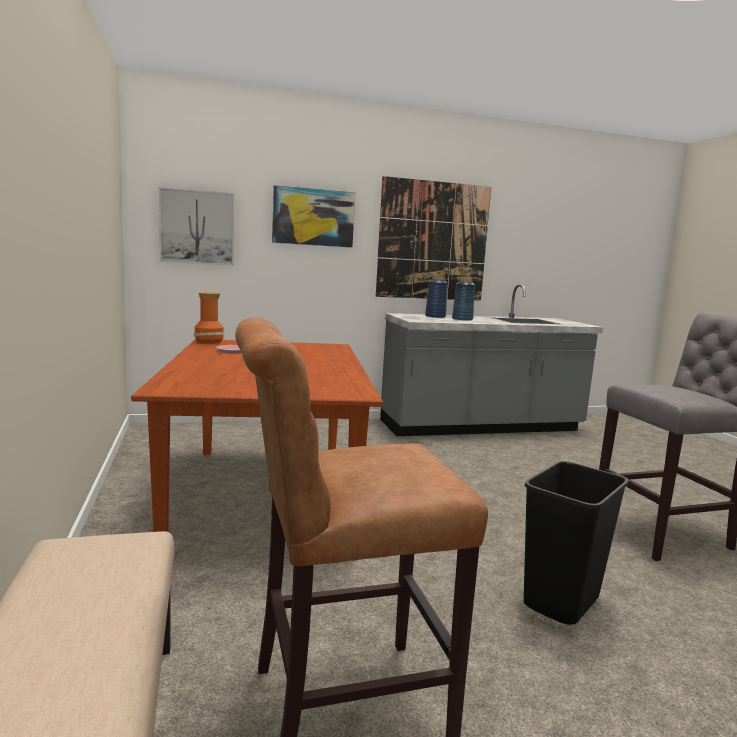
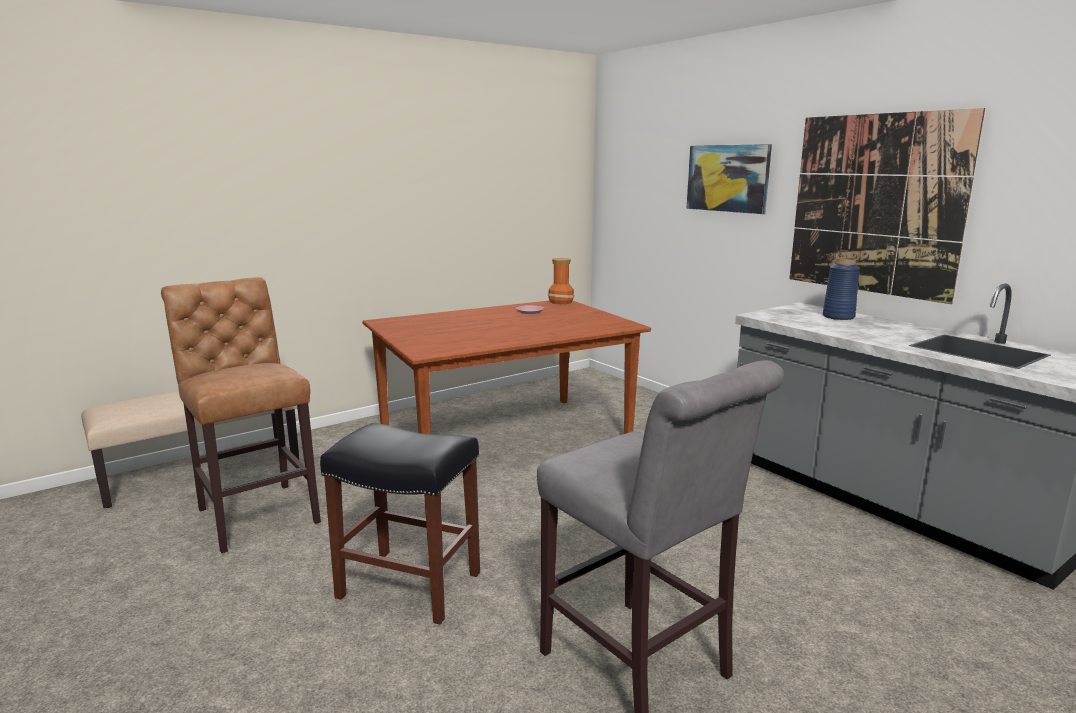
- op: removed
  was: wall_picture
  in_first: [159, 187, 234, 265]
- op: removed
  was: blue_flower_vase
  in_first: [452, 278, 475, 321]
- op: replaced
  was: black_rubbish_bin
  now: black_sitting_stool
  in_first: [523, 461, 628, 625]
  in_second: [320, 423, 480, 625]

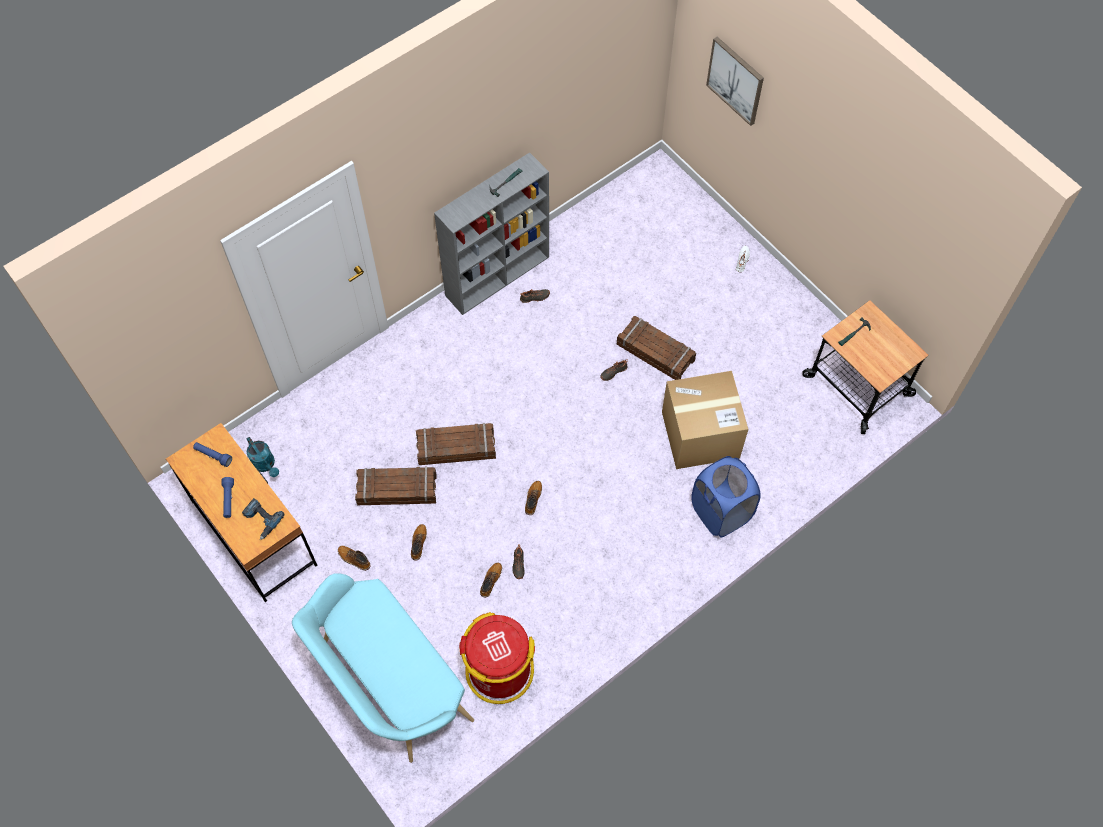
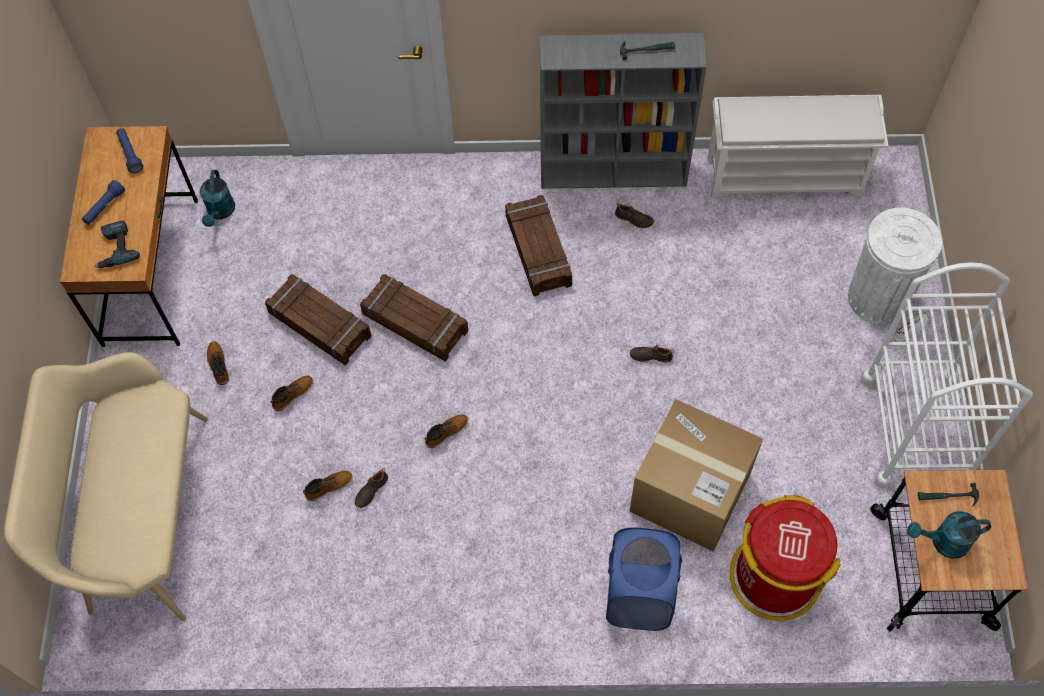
- op: recoloured
  was: turquoise_long_seat
  now: beige-coloured_long_seat
  in_first: [292, 573, 474, 763]
  in_second: [4, 352, 208, 621]
- op: moved
  was: reddish_rubbish_bin
  in_first: [459, 612, 535, 704]
  in_second: [730, 495, 841, 621]
- op: moved
  was: crate
  in_first: [617, 316, 696, 380]
  in_second: [505, 195, 572, 296]
- op: removed
  was: wall_picture
  in_first: [706, 37, 764, 126]
- op: added
  now: white-coloured_shoe_stand
  in_second: [708, 95, 888, 199]
- op: added
  now: white-coloured_rubbish_bin
  in_second: [848, 208, 942, 324]
- op: added
  now: white-coloured_trolley
  in_second: [860, 262, 1033, 488]
- op: added
  now: turquoise_watering_pot
  in_second: [907, 511, 991, 559]

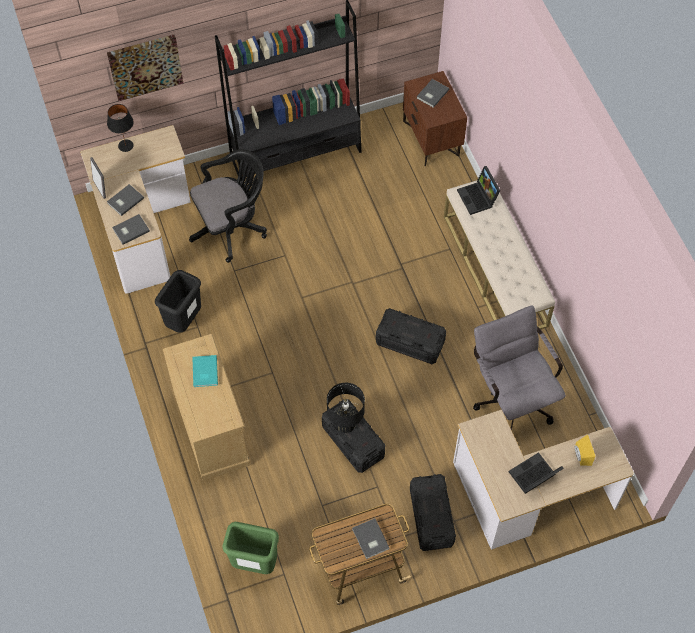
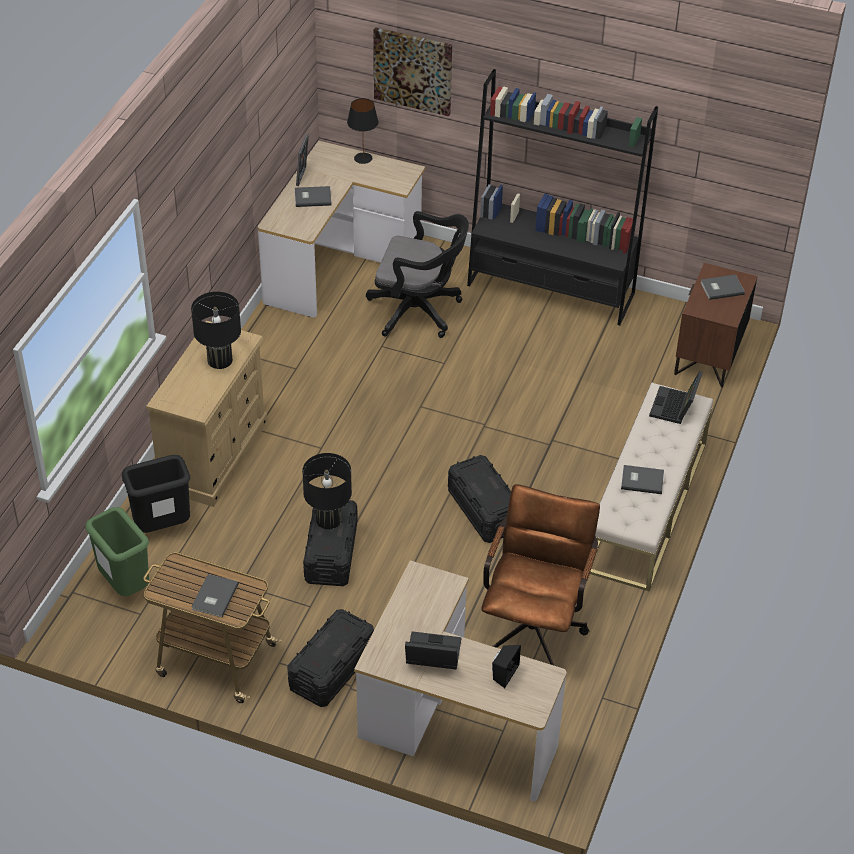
- op: moved
  was: grey_volume
  in_first: [112, 214, 150, 245]
  in_second: [621, 465, 664, 494]
- op: moved
  was: black_rubbish_bin
  in_first: [155, 270, 201, 333]
  in_second: [122, 455, 190, 533]
- op: replaced
  was: turquoise_volume
  now: black_lamp_for_a_table
  in_first: [192, 355, 218, 387]
  in_second: [191, 292, 241, 369]
- op: recoloured
  was: grey_desk_chair
  now: brown-coloured_desk_chair
  in_first: [473, 305, 566, 431]
  in_second: [482, 484, 600, 665]
- op: recoloured
  was: yellowish_speaker
  now: black_speaker
  in_first: [574, 434, 595, 466]
  in_second: [492, 645, 521, 688]

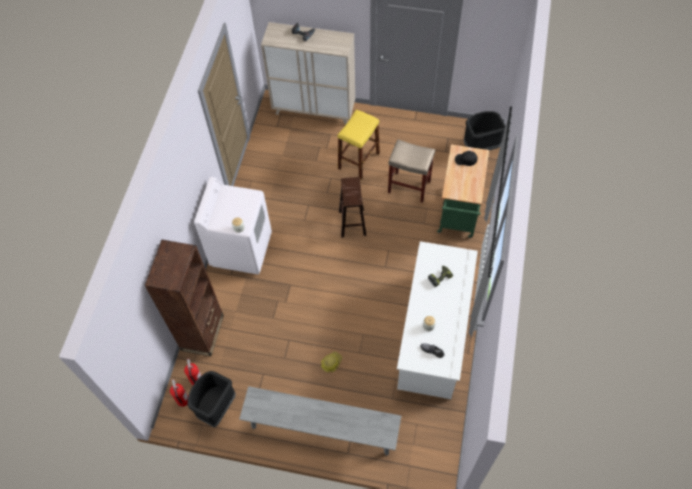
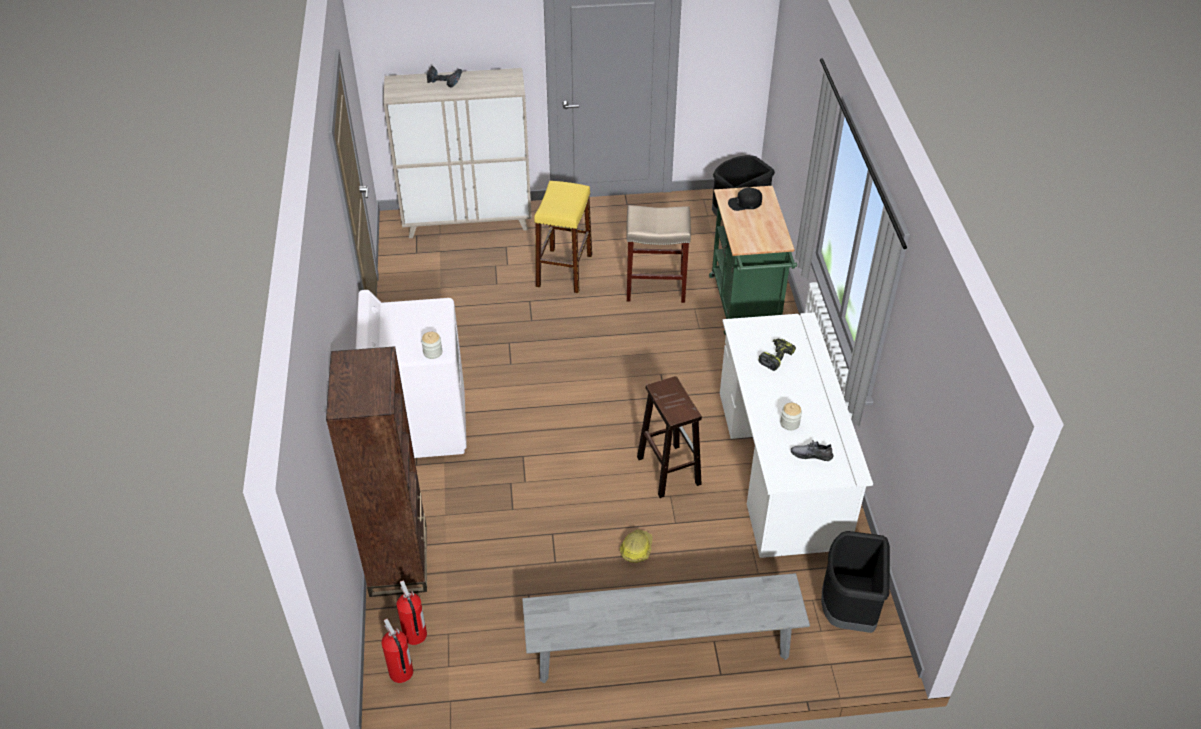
- op: moved
  was: black_rubbish_bin
  in_first: [187, 371, 236, 427]
  in_second: [821, 531, 890, 633]
- op: moved
  was: brown-coloured_sitting_stool
  in_first: [339, 177, 366, 238]
  in_second: [637, 376, 702, 498]

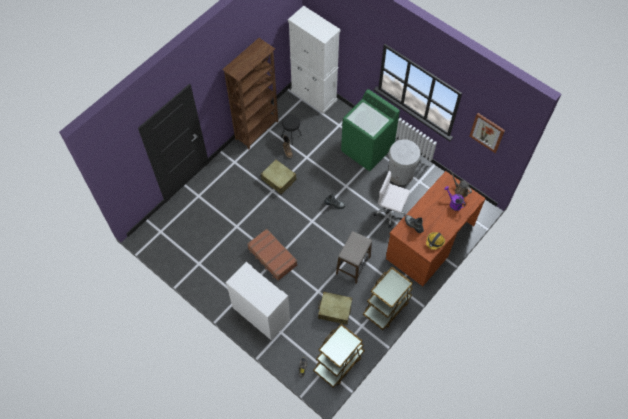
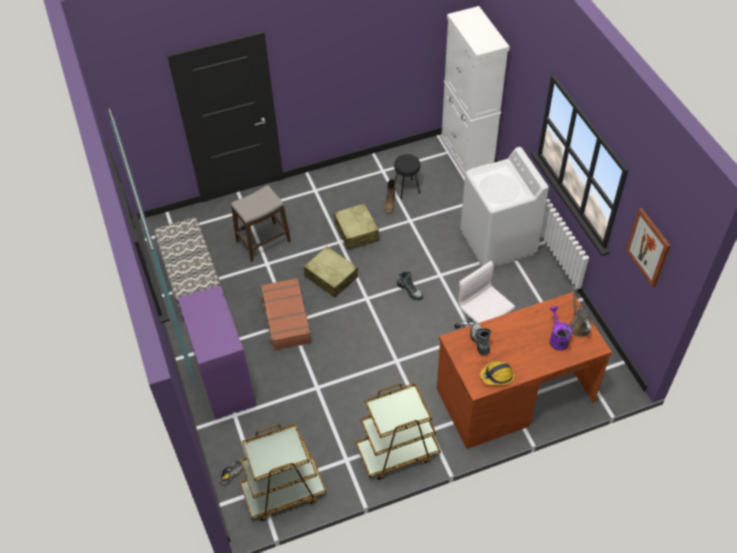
- op: removed
  was: brown-coloured_bookshelf
  in_first: [222, 38, 278, 149]
- op: recoloured
  was: white-coloured_cupboard
  now: purple_cupboard
  in_first: [226, 262, 290, 341]
  in_second: [178, 285, 256, 420]
- op: moved
  was: beige-coloured_suitcase
  in_first: [318, 291, 353, 325]
  in_second: [304, 246, 358, 298]
- op: moved
  was: sitting_stool
  in_first: [336, 231, 372, 284]
  in_second: [231, 185, 291, 262]
- op: recoloured
  was: green_laundry_machine
  now: white-coloured_laundry_machine
  in_first: [341, 89, 400, 171]
  in_second: [460, 147, 549, 268]
- op: removed
  was: white-coloured_rubbish_bin
  in_first: [388, 139, 421, 185]
- op: added
  now: long_seat
  in_second: [154, 217, 221, 315]

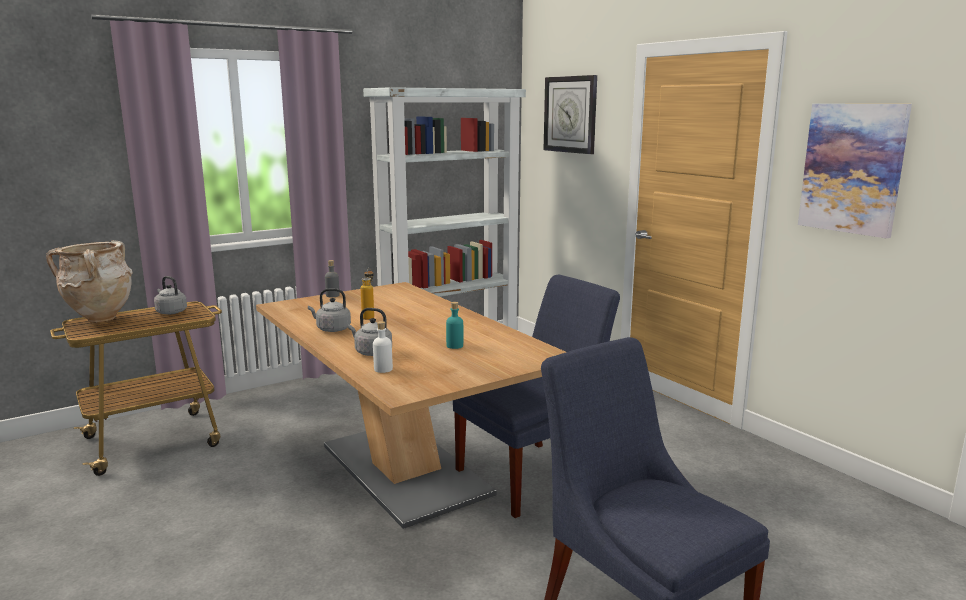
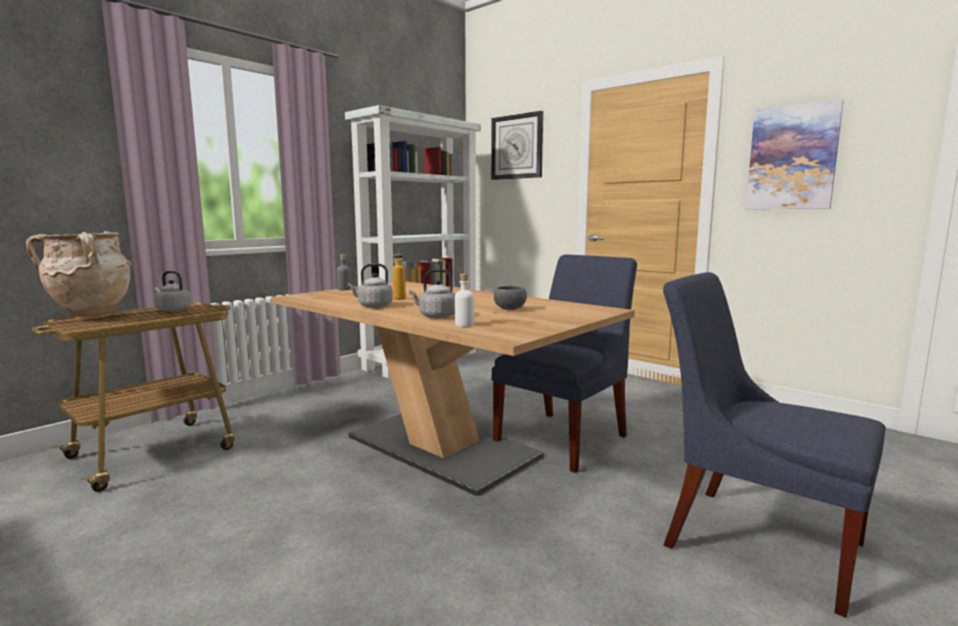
- op: replaced
  was: turquoise_beverage_bottle
  now: grey_serving_bowl
  in_first: [446, 302, 463, 349]
  in_second: [494, 286, 527, 310]

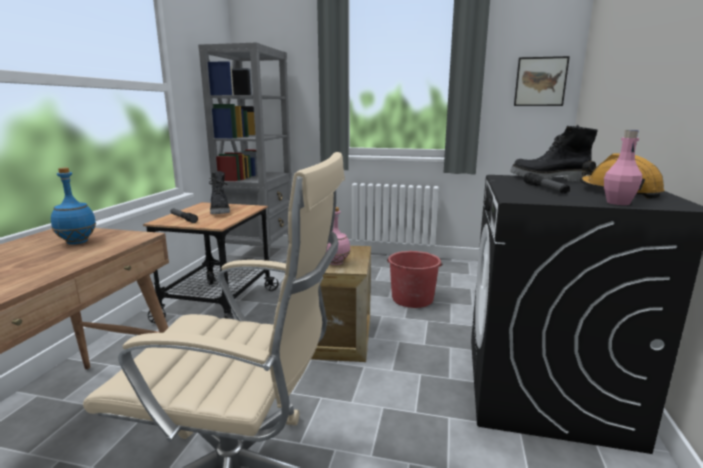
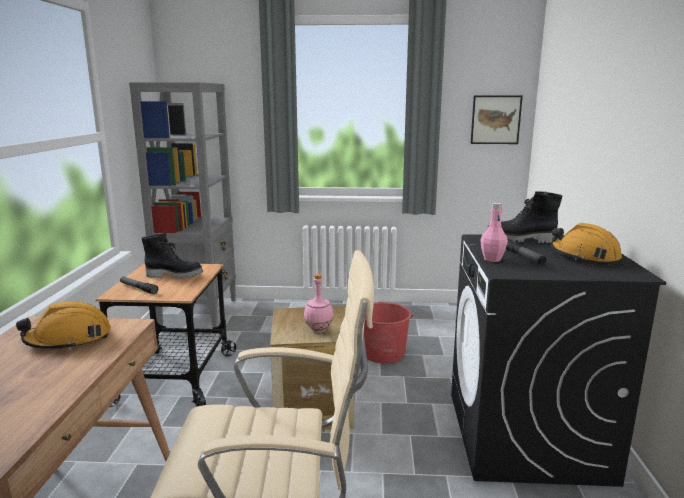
- op: replaced
  was: blue_beverage_bottle
  now: orange-coloured_hard_hat
  in_first: [51, 168, 96, 245]
  in_second: [16, 301, 111, 350]
- op: turned
  was: black_tall_boot
  in_first: [209, 171, 230, 214]
  in_second: [141, 233, 203, 279]
  clockwise: -60
- op: moved
  was: pinkish_beverage_bottle
  in_first: [604, 130, 642, 205]
  in_second: [480, 203, 508, 262]

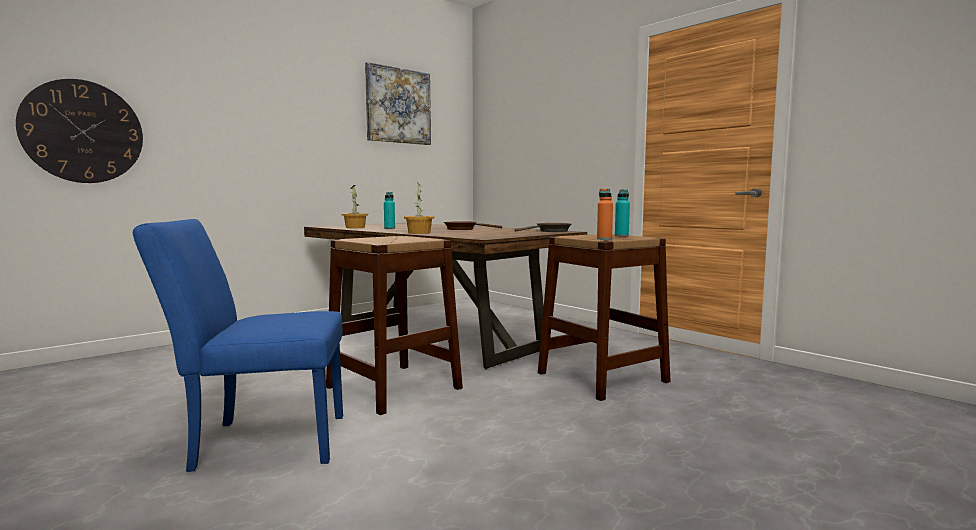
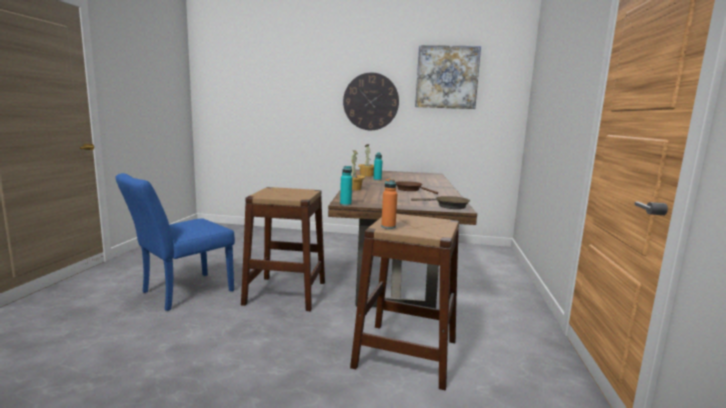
- op: moved
  was: hanging_clock
  in_first: [16, 79, 143, 183]
  in_second: [343, 73, 399, 130]
- op: turned
  was: blue_upright_chair
  in_first: [133, 219, 343, 472]
  in_second: [116, 173, 235, 311]
  clockwise: -90
- op: moved
  was: turquoise_beverage_bottle
  in_first: [615, 189, 630, 236]
  in_second: [340, 166, 352, 206]

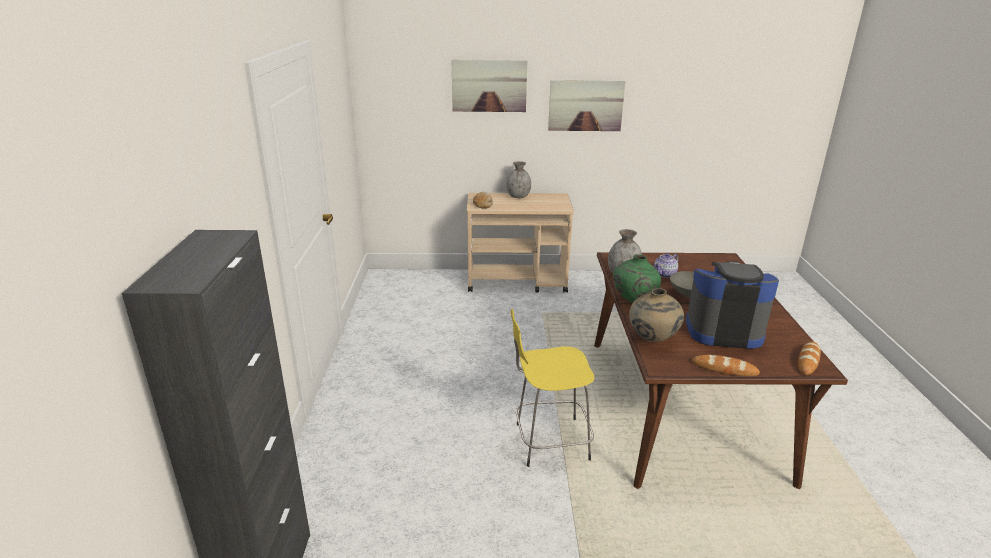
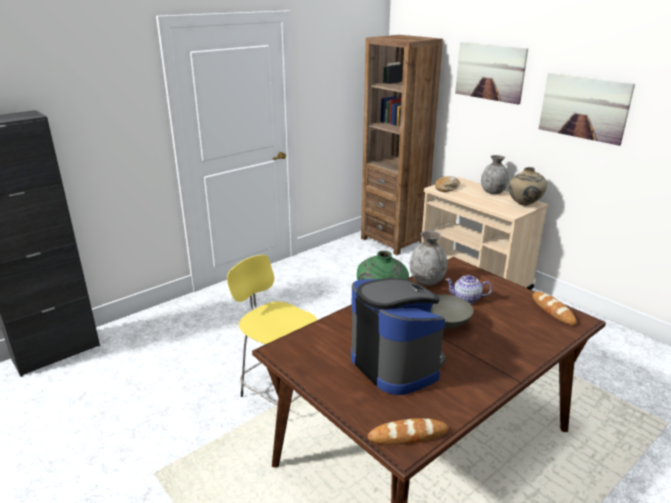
- op: moved
  was: beige-coloured_flower_vase
  in_first: [629, 288, 684, 342]
  in_second: [508, 167, 547, 206]
- op: moved
  was: bakery_bread
  in_first: [692, 355, 760, 376]
  in_second: [533, 292, 577, 325]
- op: added
  now: brown-coloured_bookshelf
  in_second: [361, 35, 443, 255]

